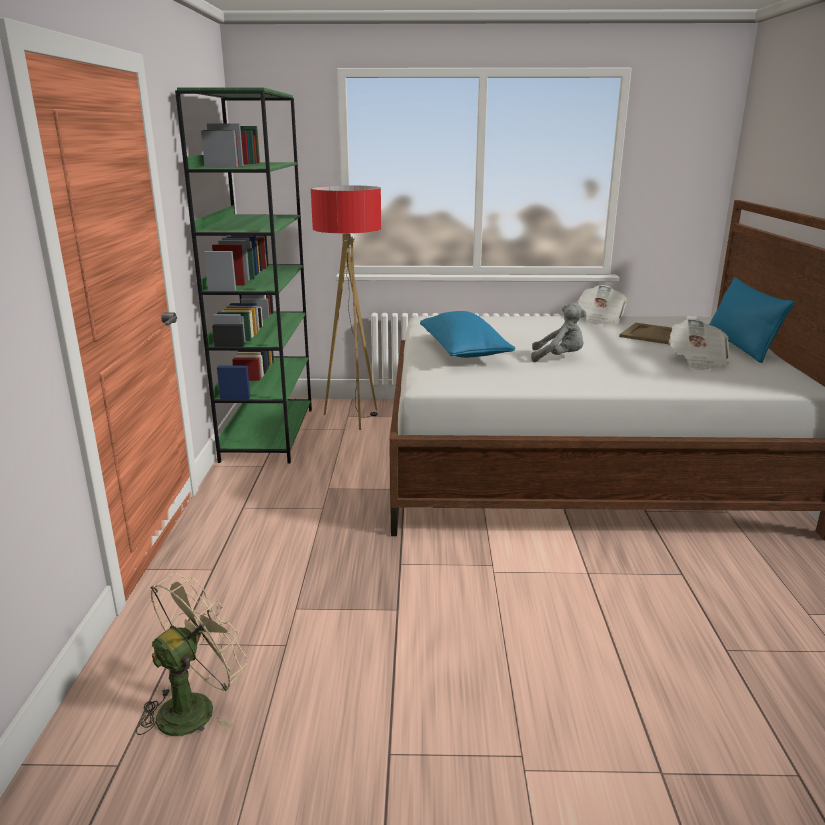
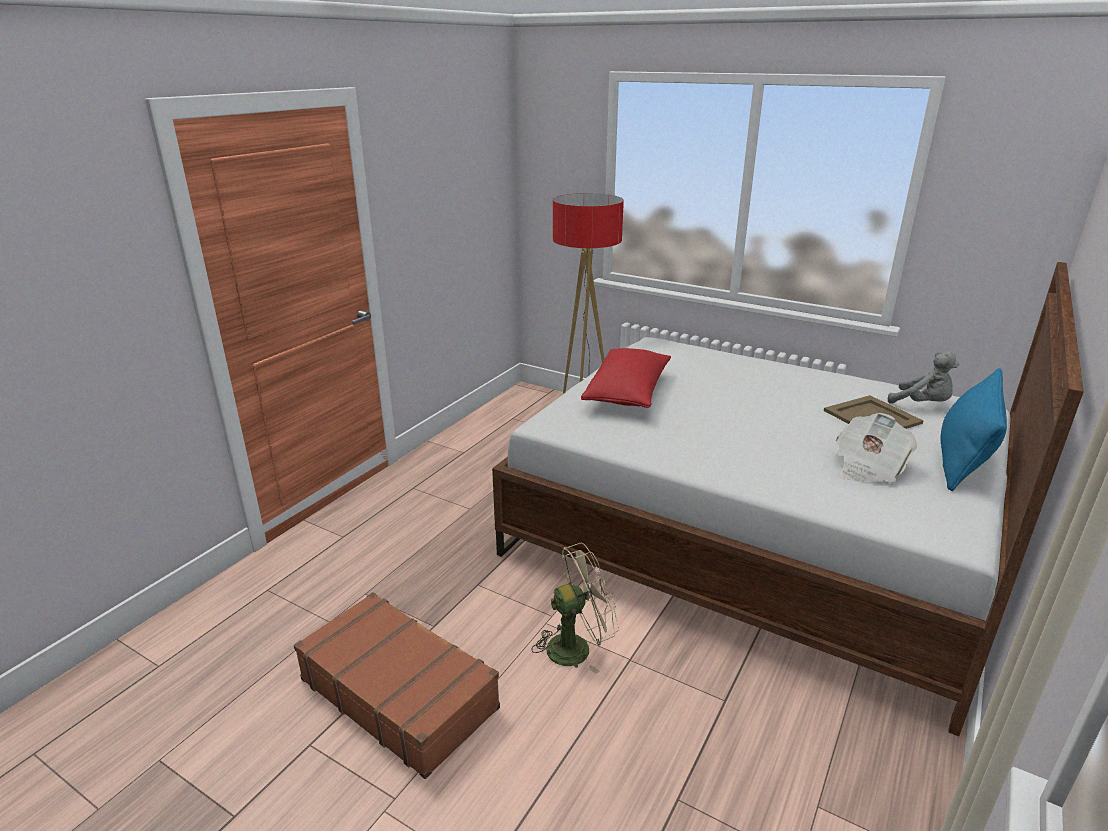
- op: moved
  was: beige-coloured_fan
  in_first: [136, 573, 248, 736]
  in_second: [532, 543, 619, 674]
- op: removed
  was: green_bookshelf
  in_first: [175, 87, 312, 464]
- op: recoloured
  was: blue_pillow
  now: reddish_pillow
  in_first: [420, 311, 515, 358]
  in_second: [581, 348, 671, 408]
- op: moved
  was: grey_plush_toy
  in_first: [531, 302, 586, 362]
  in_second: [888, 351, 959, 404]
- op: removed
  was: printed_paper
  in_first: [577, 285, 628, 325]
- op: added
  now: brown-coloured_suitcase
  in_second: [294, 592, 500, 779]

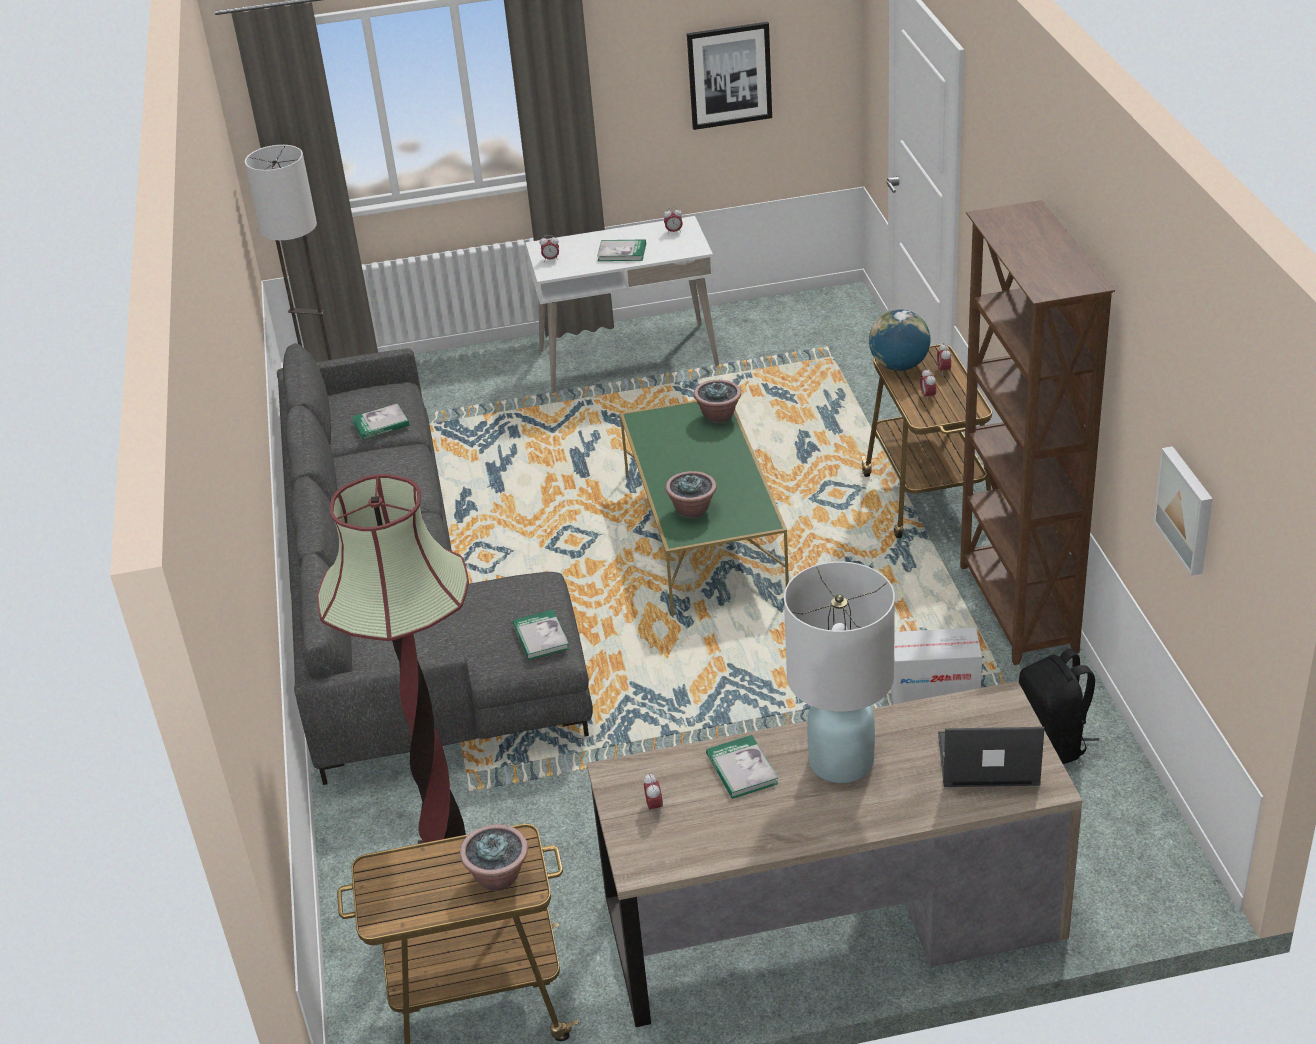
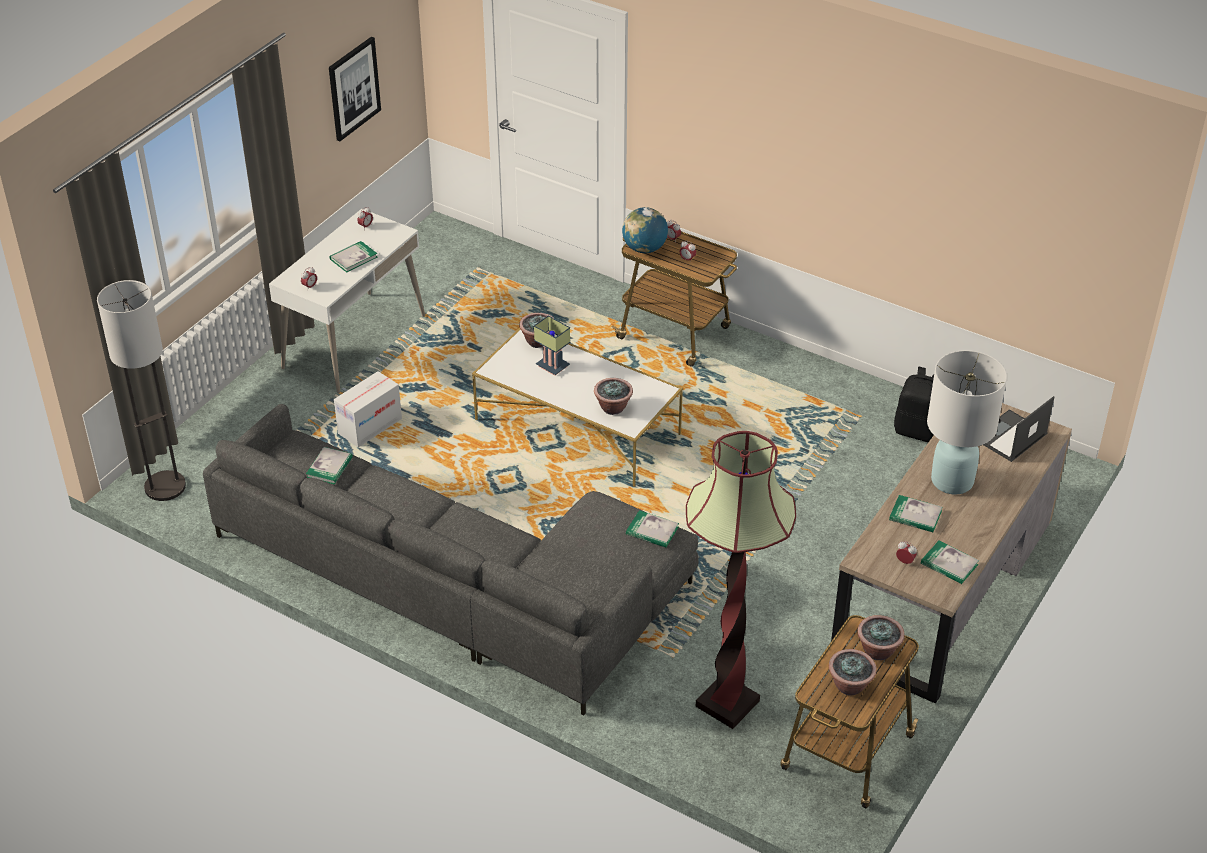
- op: recoloured
  was: green_lounge_table
  now: white-coloured_lounge_table
  in_first: [620, 400, 789, 615]
  in_second: [472, 328, 683, 487]
- op: moved
  was: carton
  in_first: [891, 627, 982, 705]
  in_second: [334, 371, 402, 447]
- op: removed
  was: brown-coloured_bookshelf
  in_first: [960, 200, 1115, 665]
- op: removed
  was: wall_picture
  in_first: [1153, 446, 1213, 576]
- op: added
  now: lamp_for_a_table
  in_second: [534, 315, 570, 376]
- op: added
  now: houseplant
  in_second: [829, 649, 877, 696]
- op: added
  now: volume
  in_second: [921, 541, 979, 584]

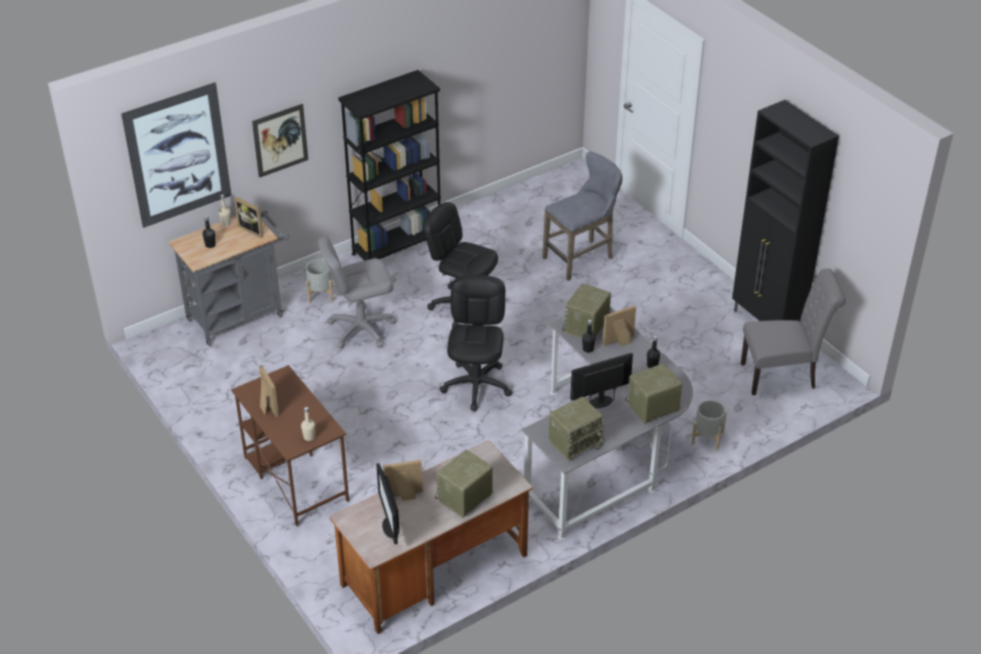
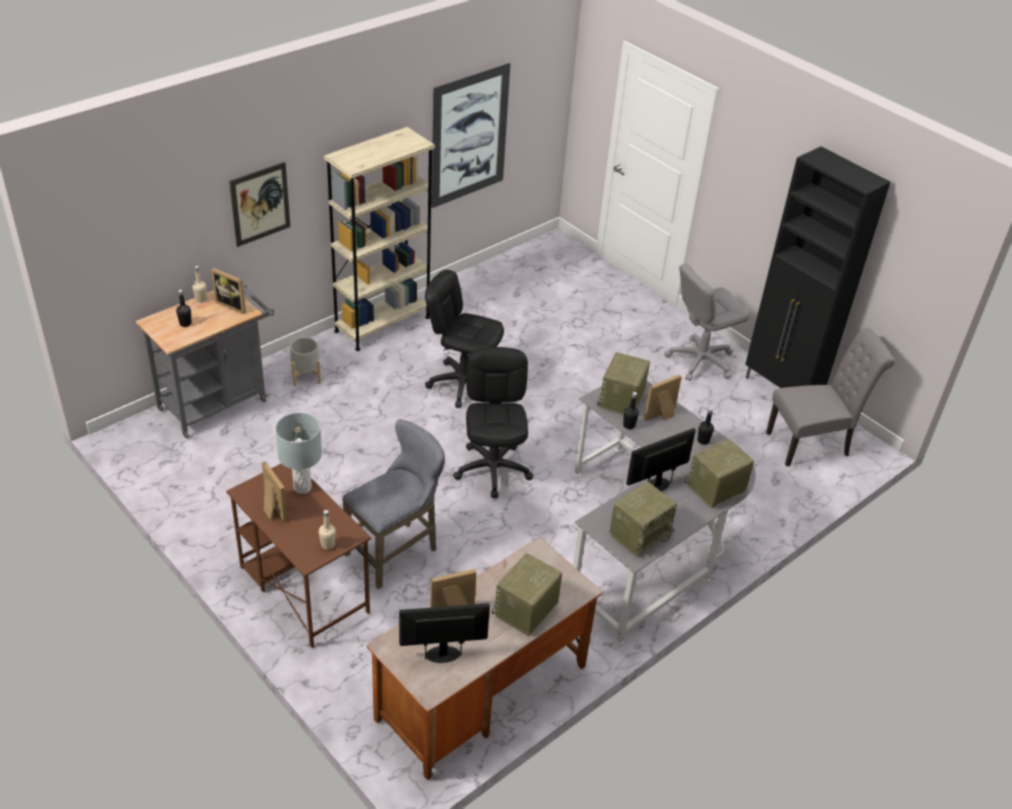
- op: moved
  was: wall_picture
  in_first: [121, 82, 232, 228]
  in_second: [431, 63, 510, 208]
- op: moved
  was: grey_desk_chair
  in_first: [318, 236, 396, 349]
  in_second: [665, 264, 750, 381]
- op: recoloured
  was: black_bookshelf
  now: beige-coloured_bookshelf
  in_first: [338, 70, 441, 261]
  in_second: [324, 127, 435, 351]
- op: turned
  was: computer_screen
  in_first: [376, 463, 400, 544]
  in_second: [399, 603, 490, 663]
  clockwise: 105
- op: moved
  was: grey_sitting_stool
  in_first: [542, 152, 622, 281]
  in_second: [342, 419, 445, 589]
- op: removed
  was: grey_plant_pot
  in_first: [691, 400, 727, 450]
- op: added
  now: grey_lamp_for_a_table
  in_second: [275, 413, 322, 494]

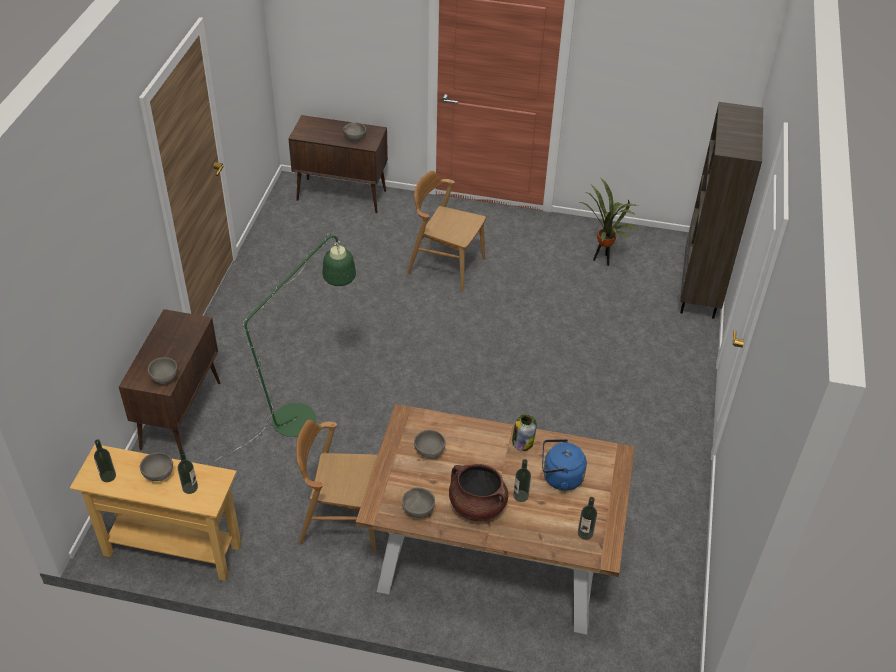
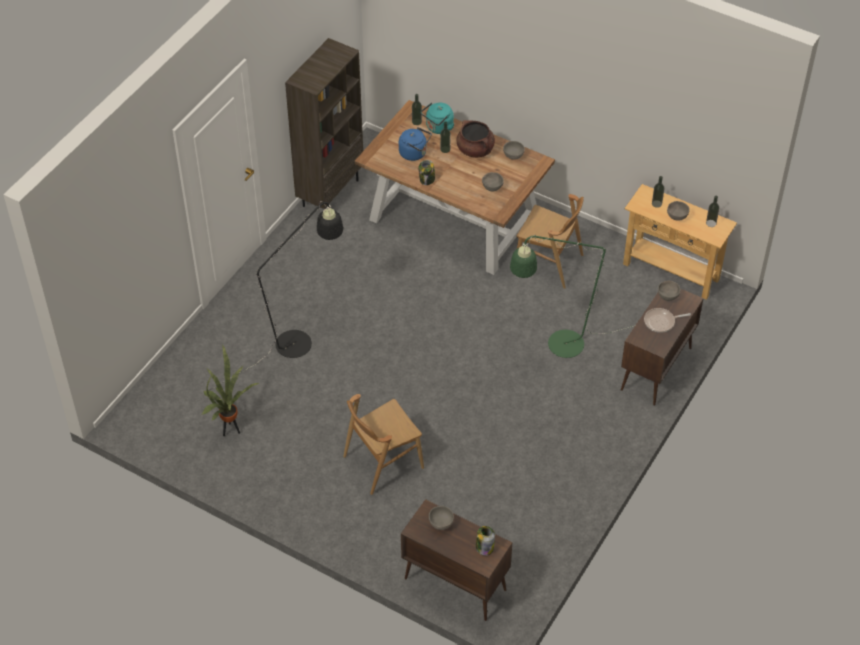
- op: turned
  was: brown-coloured_upright_chair
  in_first: [407, 171, 486, 292]
  in_second: [343, 394, 424, 495]
  clockwise: 105
- op: moved
  was: brown-coloured_bookshelf
  in_first: [680, 102, 763, 319]
  in_second: [285, 38, 363, 209]
- op: added
  now: black_floor_lamp
  in_second: [208, 201, 343, 391]
- op: added
  now: turquoise_water_kettle
  in_second: [421, 103, 454, 134]
- op: added
  now: storage_jar
  in_second: [476, 526, 495, 556]
- op: added
  now: skillet
  in_second: [644, 308, 691, 333]

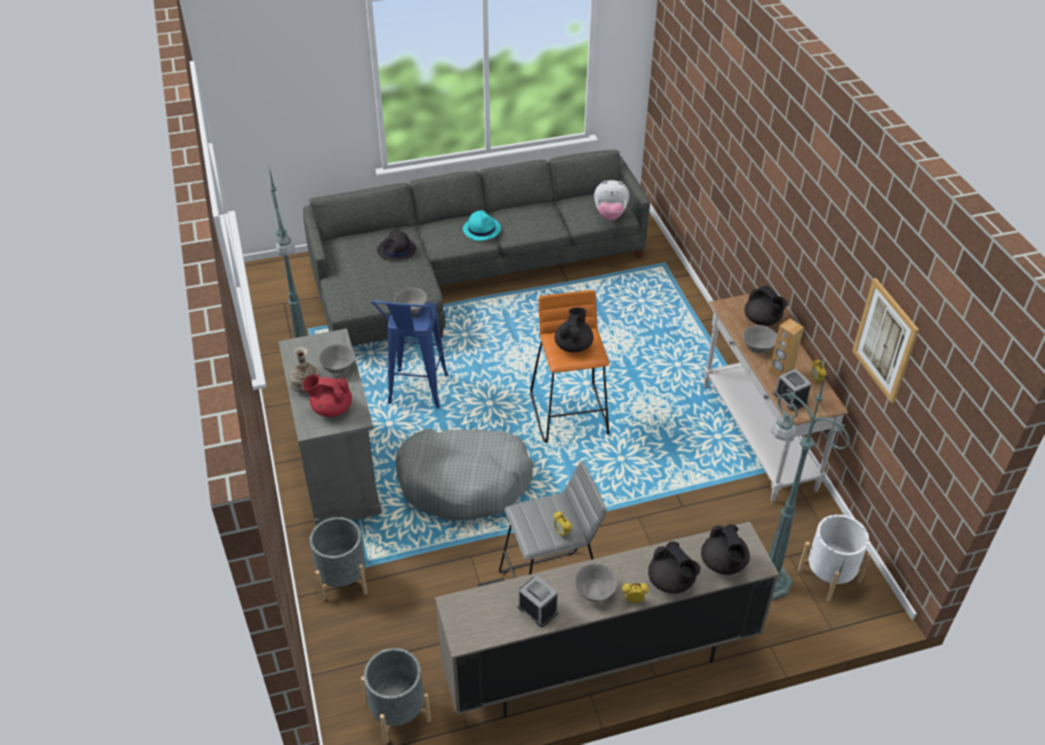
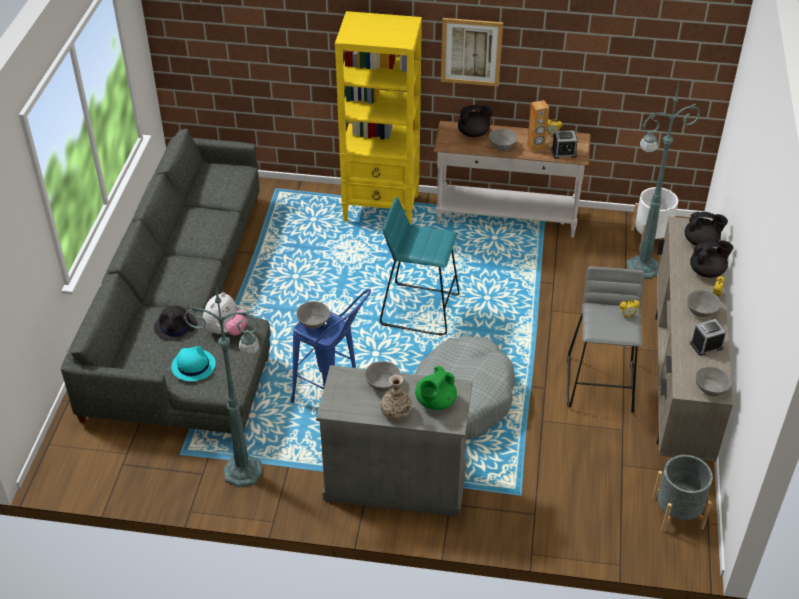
- op: recoloured
  was: reddish_pot_for_tea
  now: green_pot_for_tea
  in_first: [303, 374, 352, 417]
  in_second: [415, 366, 457, 410]
- op: removed
  was: grey_plant_pot
  in_first: [310, 517, 367, 601]
- op: moved
  was: turquoise_clothing_hat
  in_first: [463, 210, 501, 241]
  in_second: [171, 346, 216, 381]
- op: recoloured
  was: orange-coloured_sitting_stool
  now: turquoise_sitting_stool
  in_first: [530, 290, 610, 443]
  in_second: [380, 197, 460, 336]
- op: removed
  was: black_pot_for_tea
  in_first: [554, 307, 594, 353]
- op: moved
  was: plush_toy
  in_first: [594, 180, 629, 220]
  in_second: [203, 292, 248, 335]
- op: moved
  was: wall_picture
  in_first: [852, 278, 919, 403]
  in_second: [441, 18, 503, 87]
- op: added
  now: yellowish_bookshelf
  in_second: [335, 11, 422, 225]
- op: added
  now: grey_serving_bowl
  in_second: [695, 367, 732, 396]

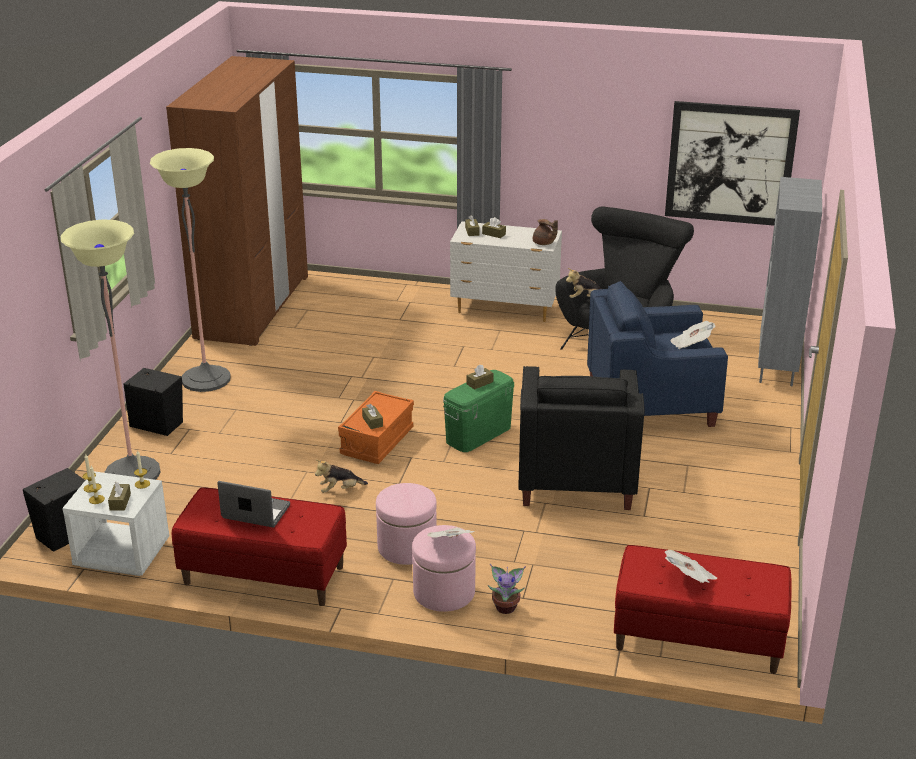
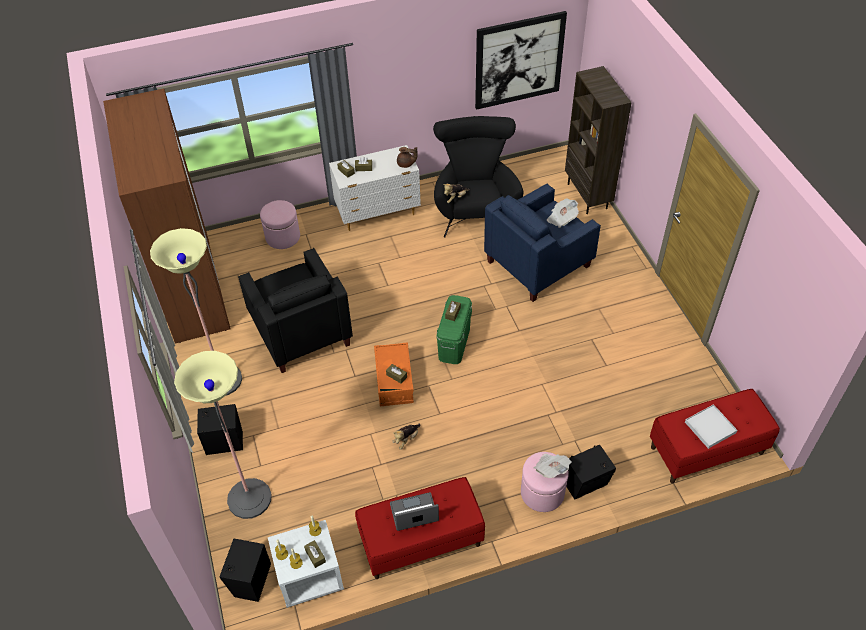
- op: moved
  was: pinkish_footrest
  in_first: [376, 483, 437, 565]
  in_second: [260, 200, 300, 249]
- op: replaced
  was: houseplant
  now: black_speaker
  in_first: [488, 564, 526, 614]
  in_second: [566, 445, 616, 500]
- op: moved
  was: black_armchair
  in_first: [518, 366, 645, 510]
  in_second: [238, 248, 353, 373]
- op: replaced
  was: printed_paper
  now: white-coloured_carrying_tray
  in_first: [664, 550, 718, 583]
  in_second: [685, 404, 737, 449]
- op: recoloured
  was: grey_bookshelf
  now: brown-coloured_bookshelf
  in_first: [758, 177, 822, 386]
  in_second: [565, 66, 632, 214]

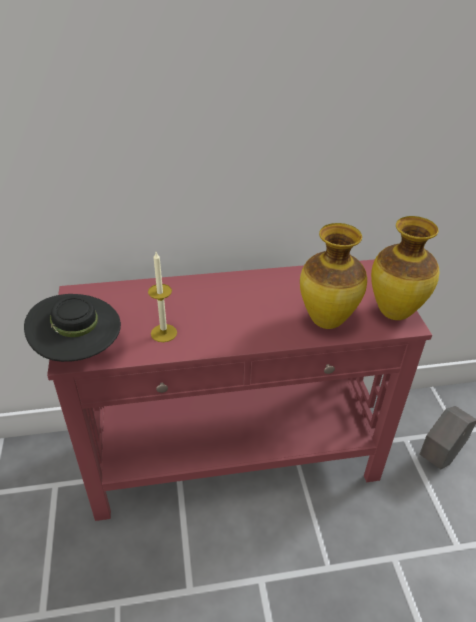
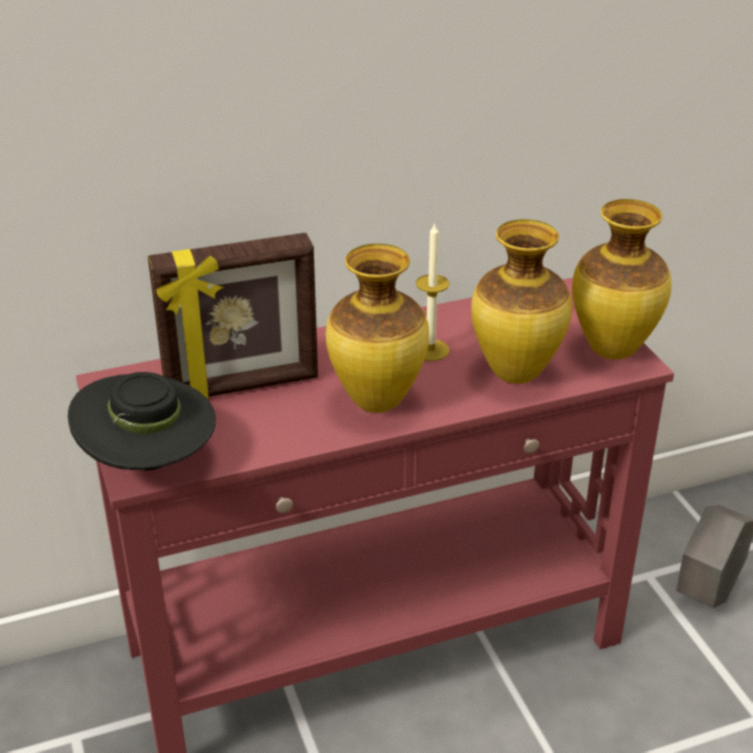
- op: moved
  was: wax_candle
  in_first: [148, 252, 177, 342]
  in_second: [416, 222, 450, 361]
- op: added
  now: standing_frame
  in_second: [148, 233, 318, 399]
- op: added
  now: flower_vase
  in_second: [326, 244, 429, 413]

